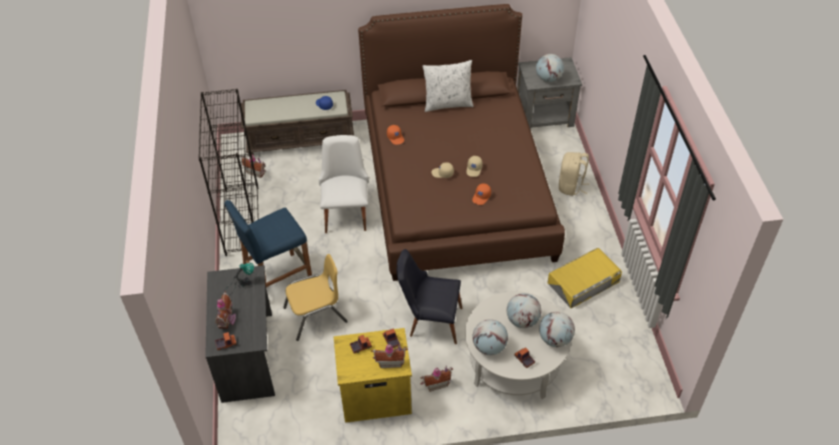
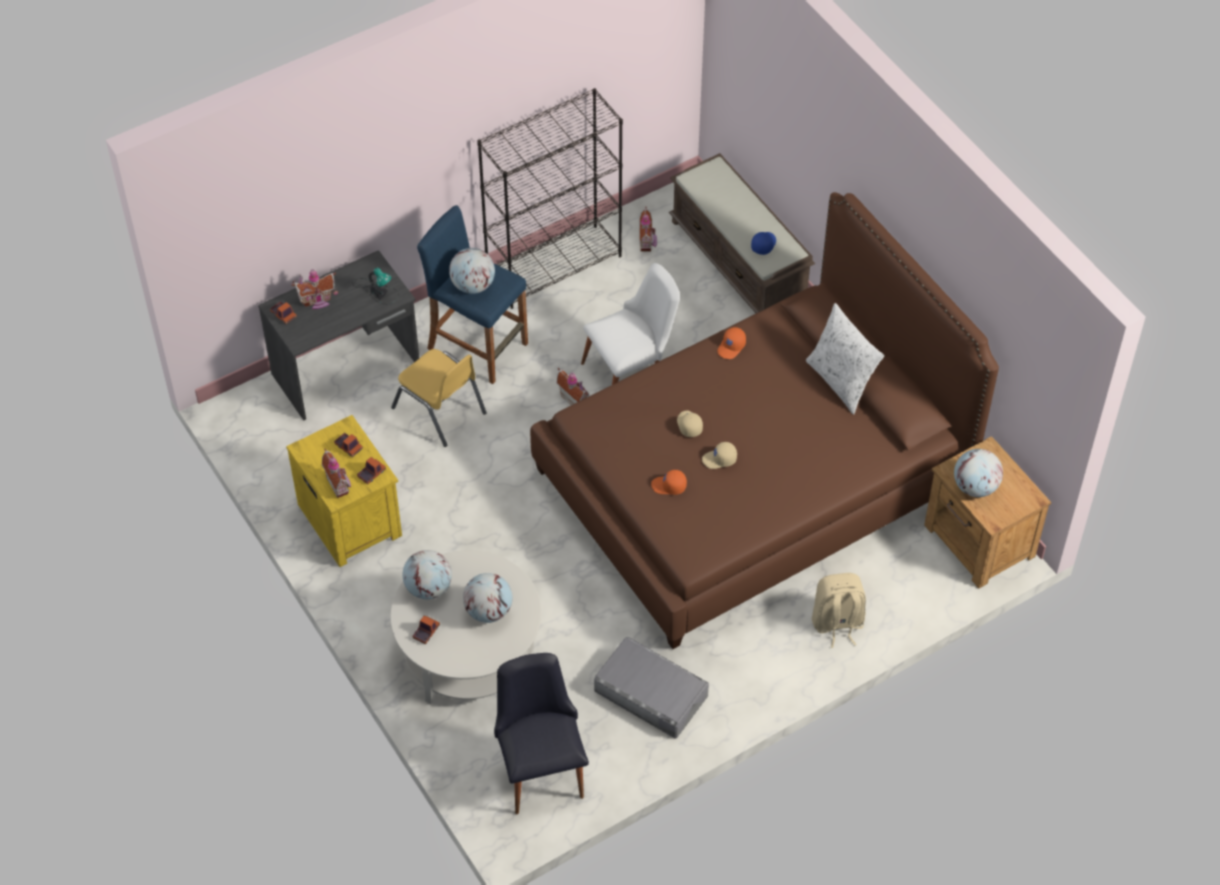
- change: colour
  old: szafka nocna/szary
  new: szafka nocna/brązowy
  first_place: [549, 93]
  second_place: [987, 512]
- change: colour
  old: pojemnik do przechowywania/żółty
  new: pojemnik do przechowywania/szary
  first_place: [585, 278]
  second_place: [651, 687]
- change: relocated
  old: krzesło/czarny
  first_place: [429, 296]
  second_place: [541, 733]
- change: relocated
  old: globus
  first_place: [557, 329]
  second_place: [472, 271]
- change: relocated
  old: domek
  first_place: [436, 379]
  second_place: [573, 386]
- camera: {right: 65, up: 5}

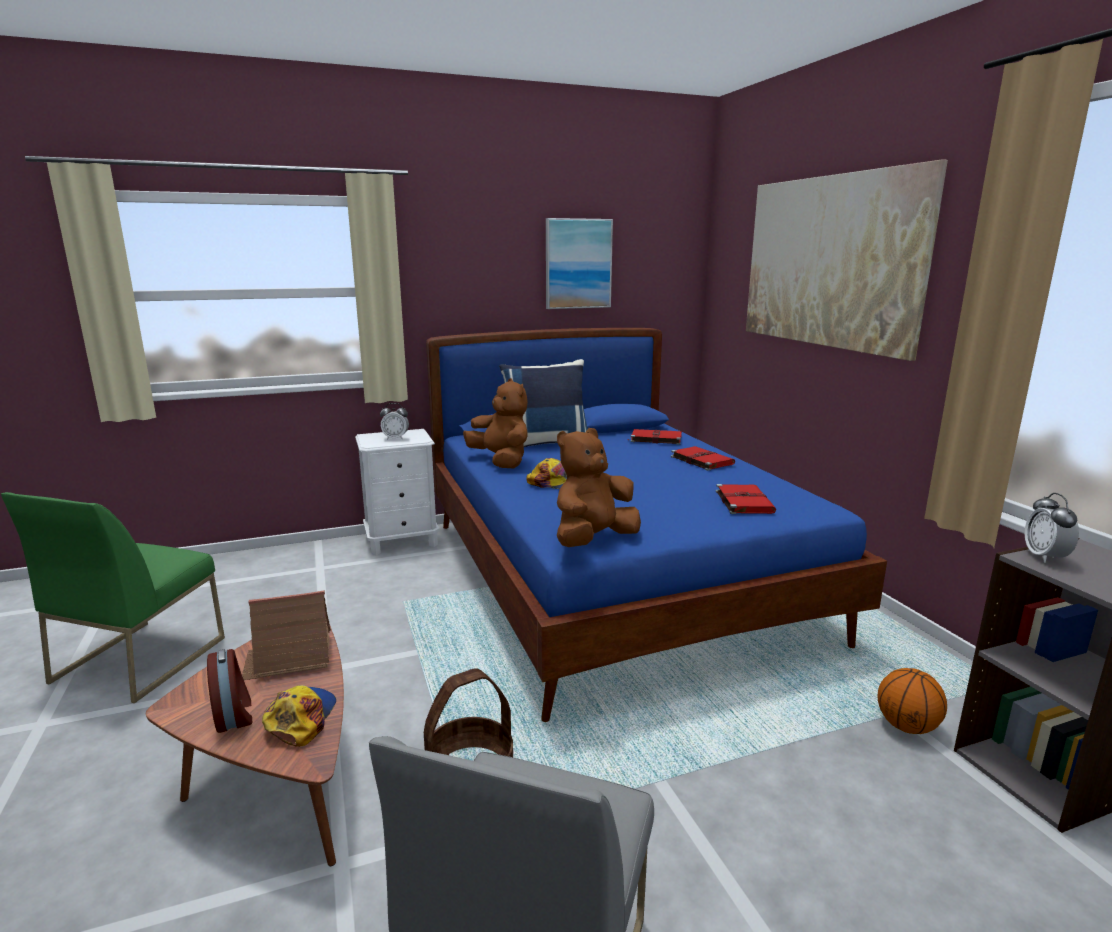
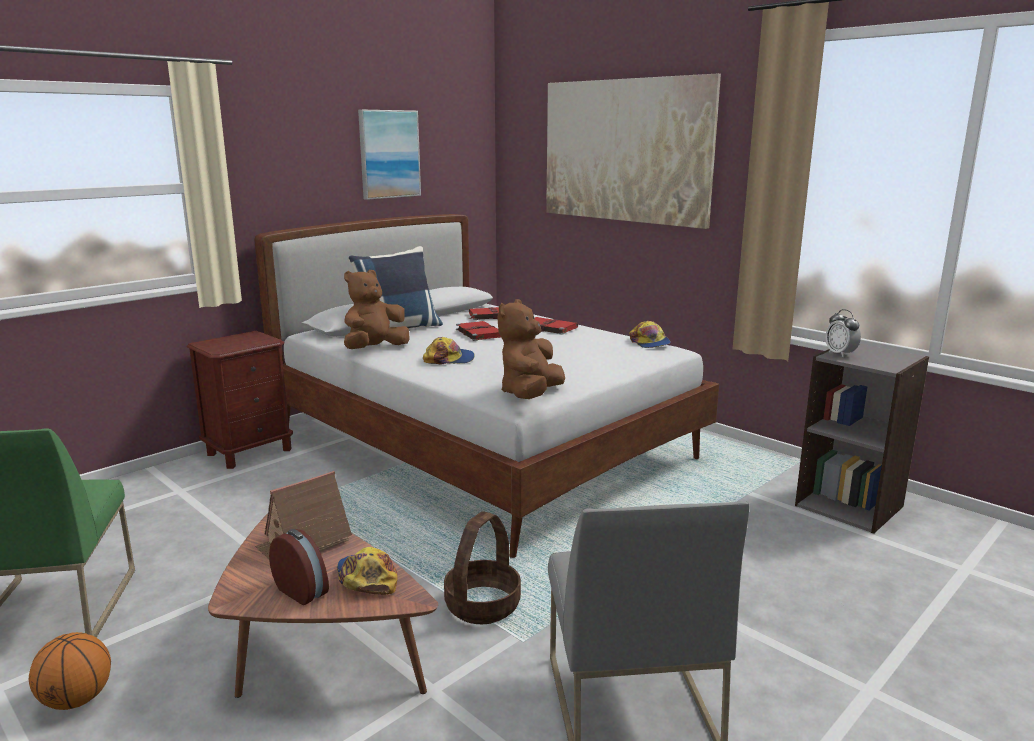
- change: colour
  old: łóżko/niebieski
  new: łóżko/biały
  first_place: [656, 525]
  second_place: [486, 386]
- change: spun
  old: pluszak/brązowy
  first_place: [495, 423]
  second_place: [377, 309]
  degrees: -75
- change: missing
  old: budzik
  first_place: [394, 421]
- change: colour
  old: szafka nocna/biały
  new: szafka nocna/brązowy
  first_place: [397, 492]
  second_place: [240, 400]
- change: relocated
  old: książka/czerwony
  first_place: [745, 499]
  second_place: [478, 331]
- change: relocated
  old: piłka do koszykówki
  first_place: [912, 701]
  second_place: [70, 671]
- change: appeared
  new: czapka z daszkiem
  second_place: [650, 334]
- camera: {right: -25, up: 0}

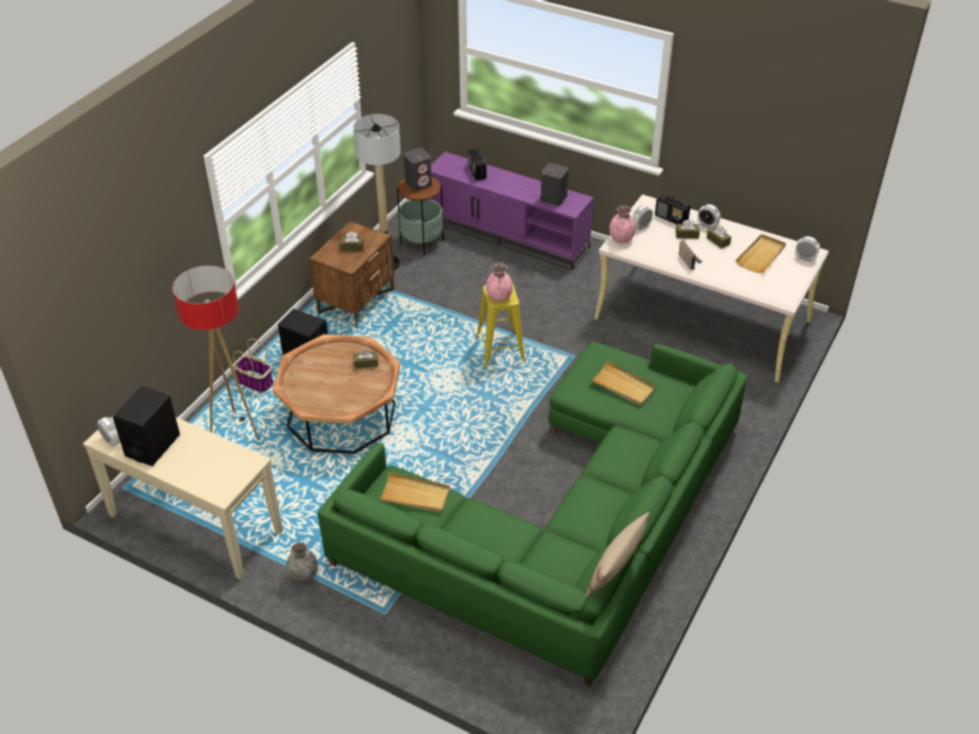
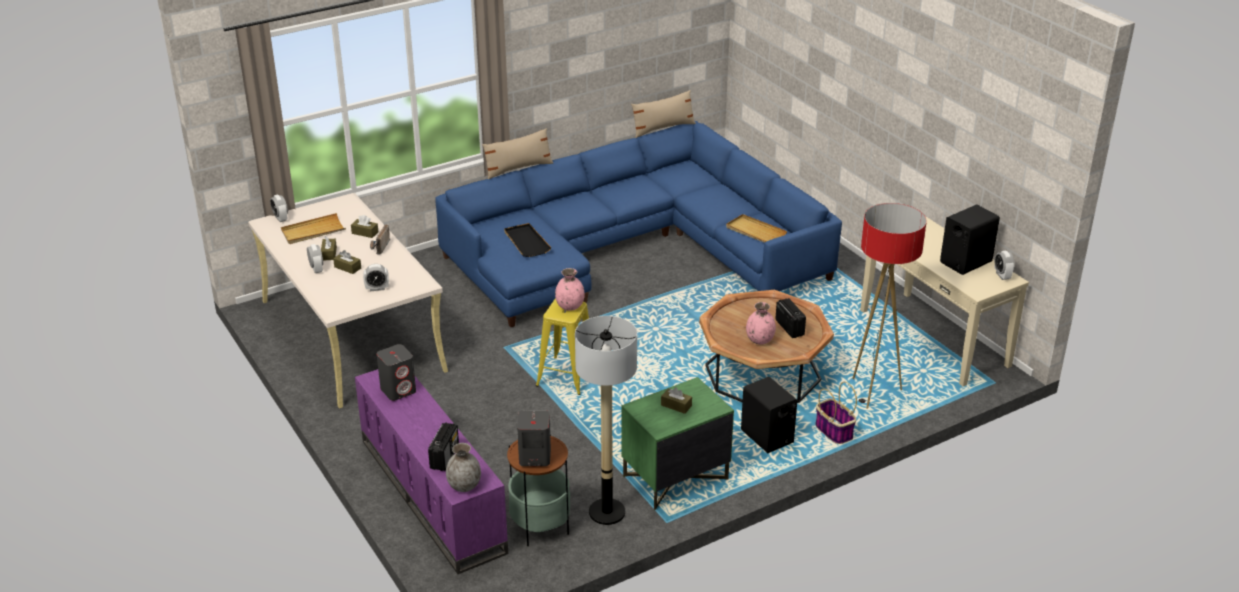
- change: relocated
  old: radio
  first_place: [673, 209]
  second_place: [790, 318]
- change: relocated
  old: wazon/różowy
  first_place: [622, 224]
  second_place: [761, 323]
- change: colour
  old: szafka nocna/brązowy
  new: szafka nocna/zielony
  first_place: [352, 274]
  second_place: [677, 443]
- change: colour
  old: kanapa/zielony
  new: kanapa/niebieski
  first_place: [532, 513]
  second_place: [638, 224]
- change: relocated
  old: pudełko chusteczek/brązowy
  first_place: [365, 359]
  second_place: [364, 226]
- change: colour
  old: taca/beżowy
  new: taca/czarny
  first_place: [623, 383]
  second_place: [527, 240]
- change: relocated
  old: wazon/szary
  first_place: [302, 562]
  second_place: [463, 467]
- change: appeared
  new: poduszka/beżowy
  second_place: [517, 154]
- camera: {right: -150, up: -10}

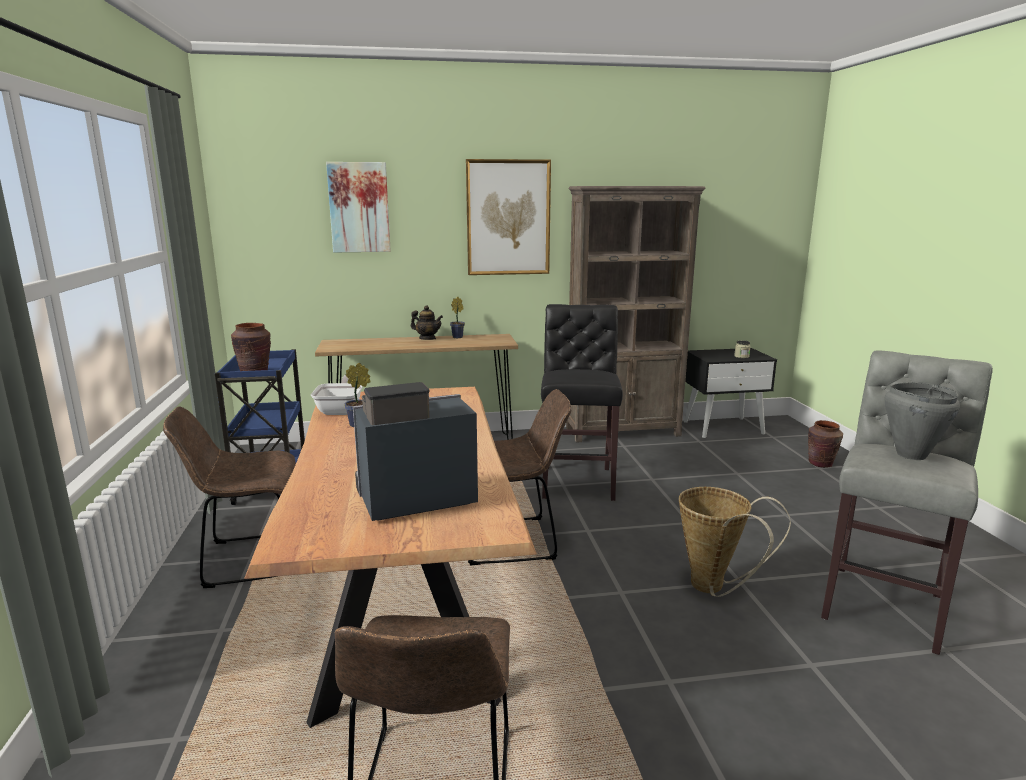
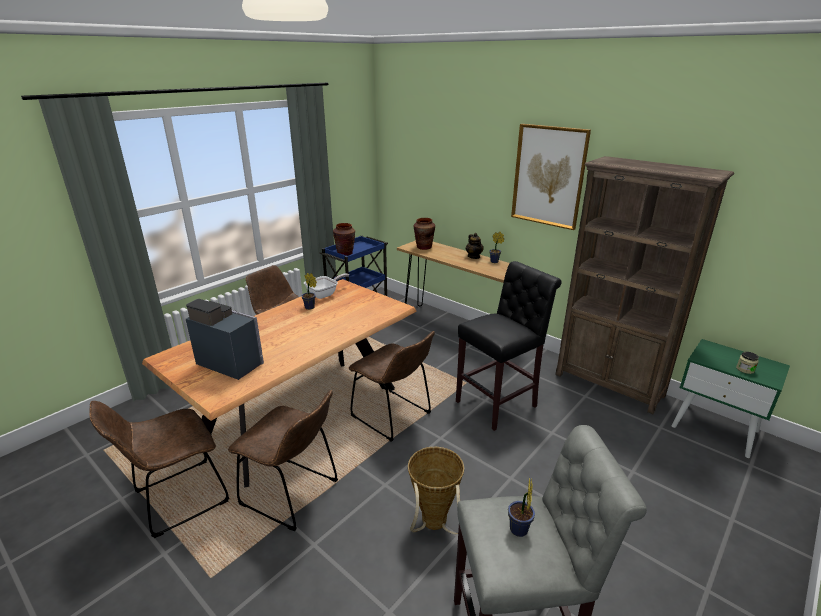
- change: missing
  old: obraz
  first_place: [358, 207]
- change: colour
  old: szafka nocna/czarny
  new: szafka nocna/zielony
  first_place: [730, 393]
  second_place: [731, 398]
- change: exchanged
  old: garnek/szary
  new: roślina doniczkowa
  first_place: [922, 421]
  second_place: [521, 507]
- change: relocated
  old: wazon/brązowy
  first_place: [825, 444]
  second_place: [424, 234]
- change: appeared
  new: krzesło/brązowy
  second_place: [283, 460]
- camera: {right: 50, up: 10}

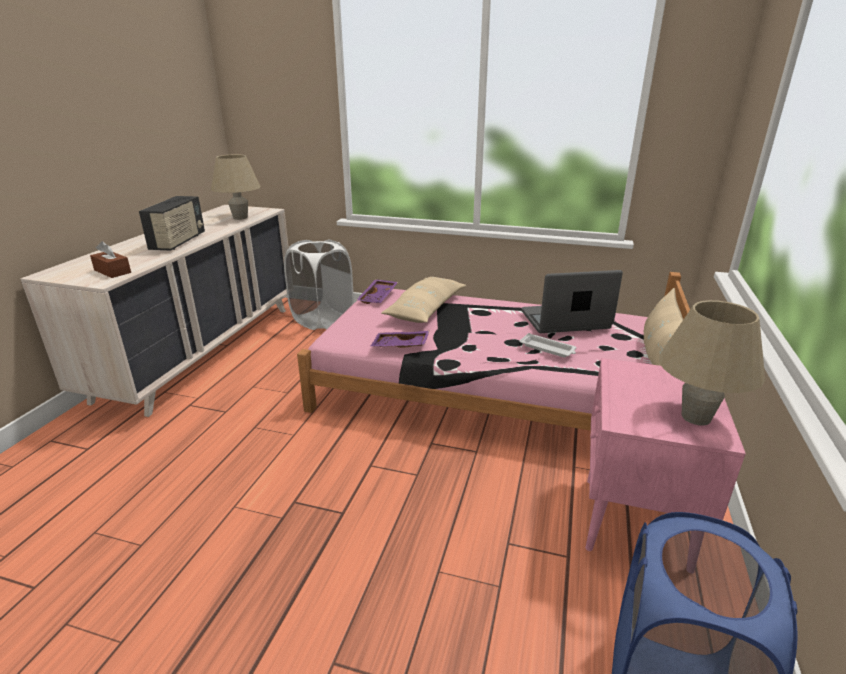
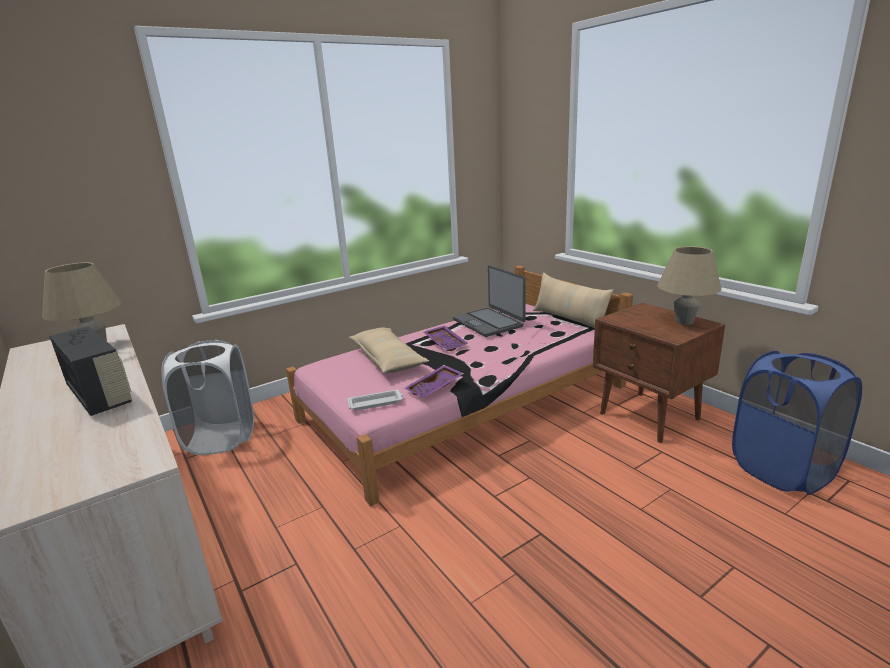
- change: missing
  old: pudełko chusteczek/brązowy
  first_place: [110, 259]
- change: spun
  old: laptop
  first_place: [572, 301]
  second_place: [489, 301]
  degrees: -60
- change: relocated
  old: taca/fioletowy
  first_place: [377, 291]
  second_place: [446, 338]
- change: relocated
  old: taca/biały
  first_place: [548, 345]
  second_place: [375, 399]
- change: colour
  old: szafka nocna/różowy
  new: szafka nocna/brązowy
  first_place: [665, 454]
  second_place: [659, 373]
- camera: {right: -50, up: -5}

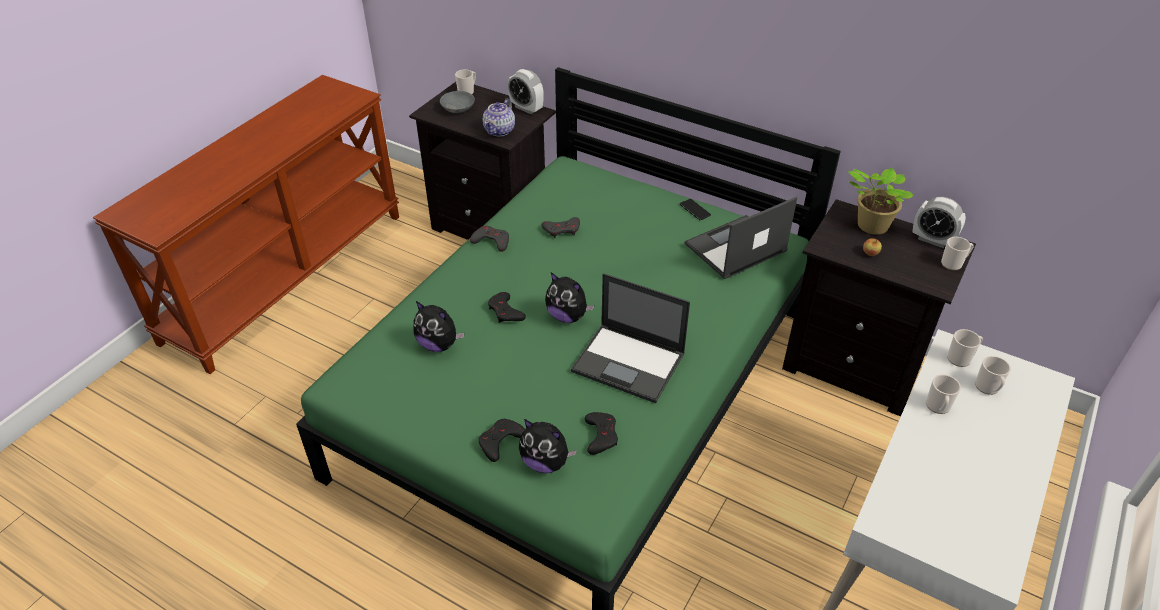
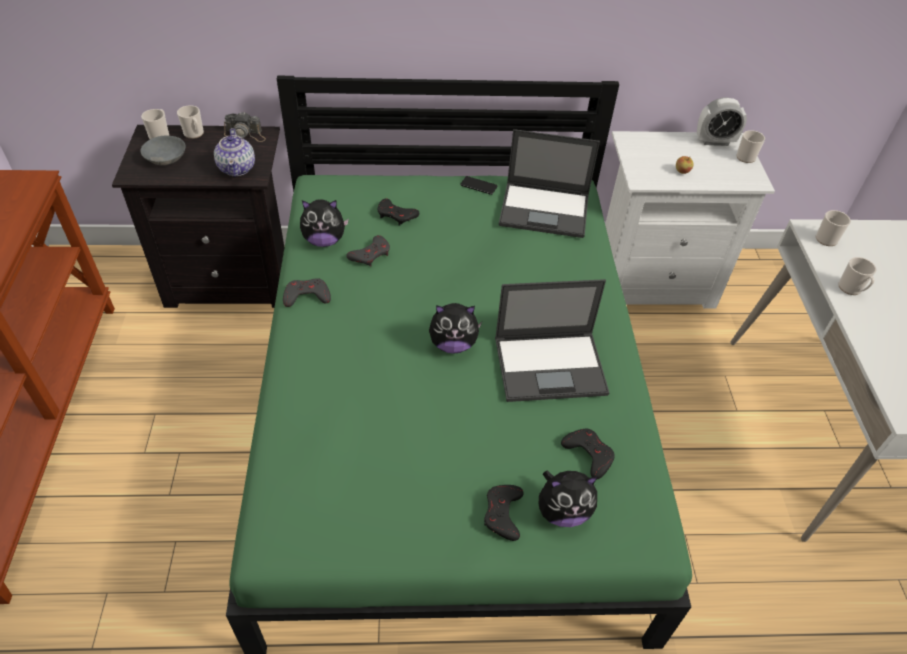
- change: exchanged
  old: budzik
  new: aparat fotograficzny
  first_place: [526, 91]
  second_place: [245, 127]
- change: missing
  old: roślina doniczkowa
  first_place: [880, 201]
- change: spun
  old: laptop
  first_place: [740, 238]
  second_place: [549, 183]
  degrees: -105
- change: colour
  old: szafka nocna/czarny
  new: szafka nocna/biały
  first_place: [879, 307]
  second_place: [690, 220]
- change: relocated
  old: pad do gier/czarny
  first_place: [507, 307]
  second_place: [398, 212]
- change: relocated
  old: pluszak
  first_place: [438, 326]
  second_place: [324, 223]
- change: relocated
  old: kubek
  first_place: [993, 375]
  second_place: [190, 122]
- camera: {right: -35, up: 5}

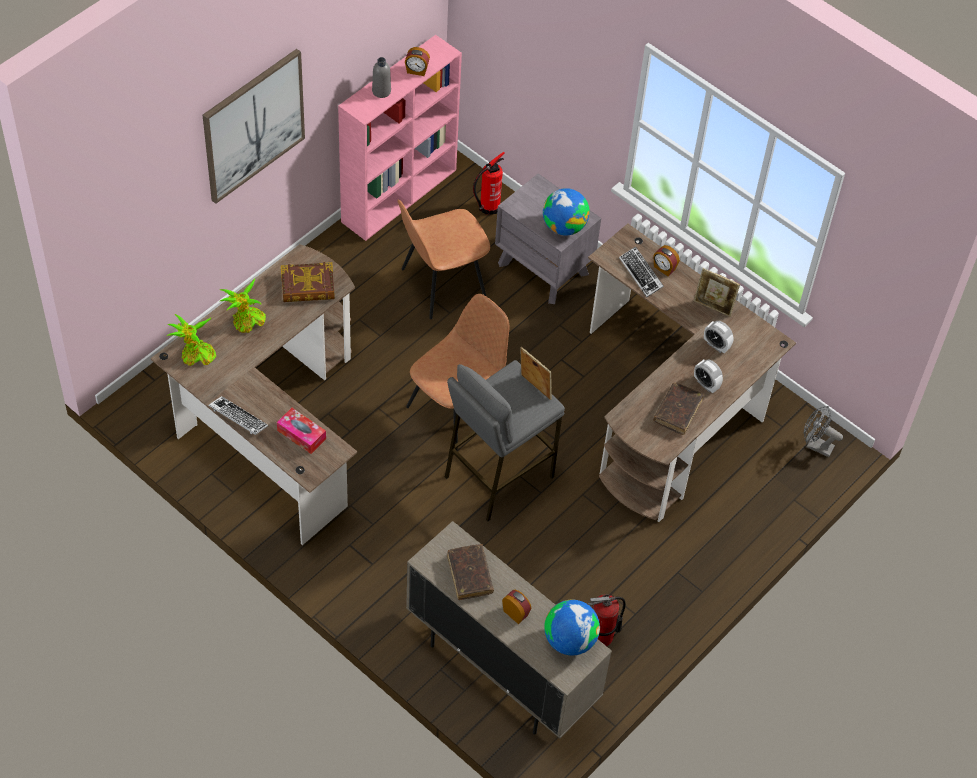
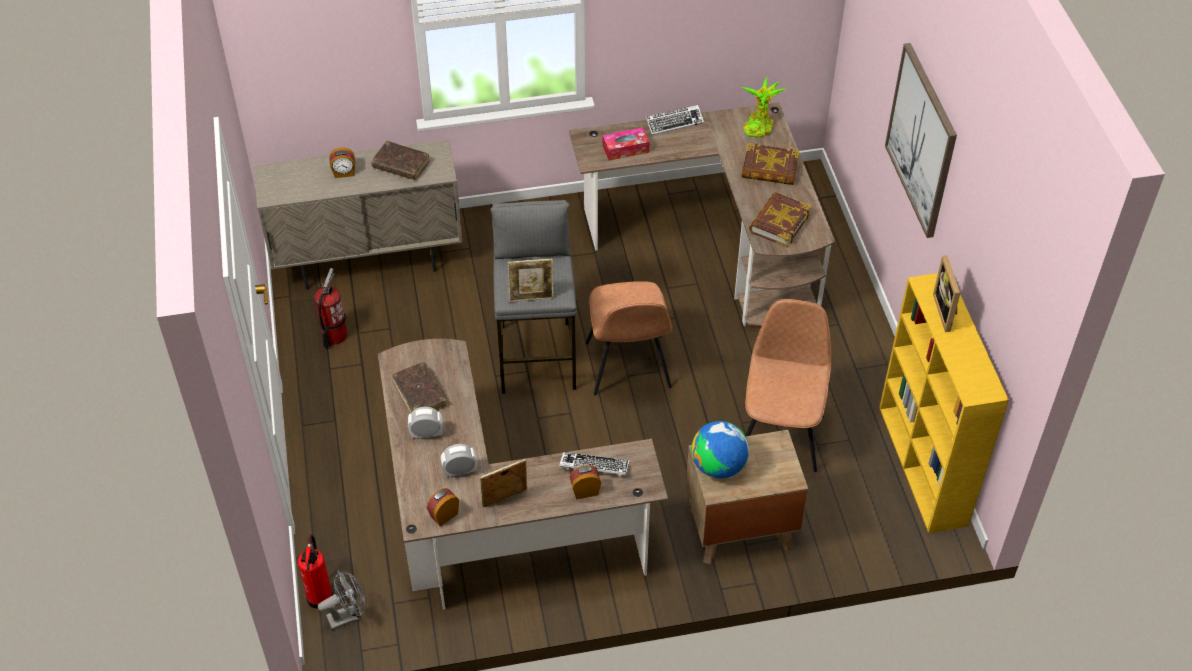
- change: colour
  old: regał/różowy
  new: regał/żółty
  first_place: [400, 138]
  second_place: [944, 403]
- change: relocated
  old: budzik
  first_place: [417, 61]
  second_place: [443, 507]
- change: exchanged
  old: butelka/szary
  new: ramka na zdjęcie
  first_place: [381, 77]
  second_place: [946, 293]
- change: relocated
  old: gaśnica
  first_place: [489, 183]
  second_place: [315, 571]
- change: colour
  old: szafka nocna/szary
  new: szafka nocna/brązowy
  first_place: [548, 238]
  second_place: [747, 497]
- change: exchanged
  old: roślina doniczkowa
  new: książka
  first_place: [243, 305]
  second_place: [771, 164]
- change: missing
  old: globus
  first_place: [572, 627]
- camera: {right: 130, up: -5}

